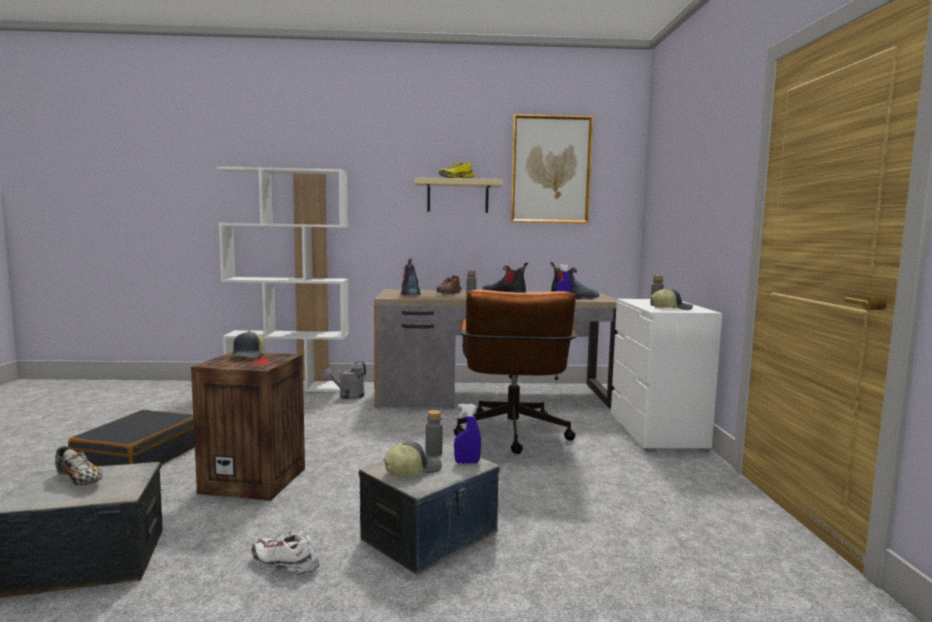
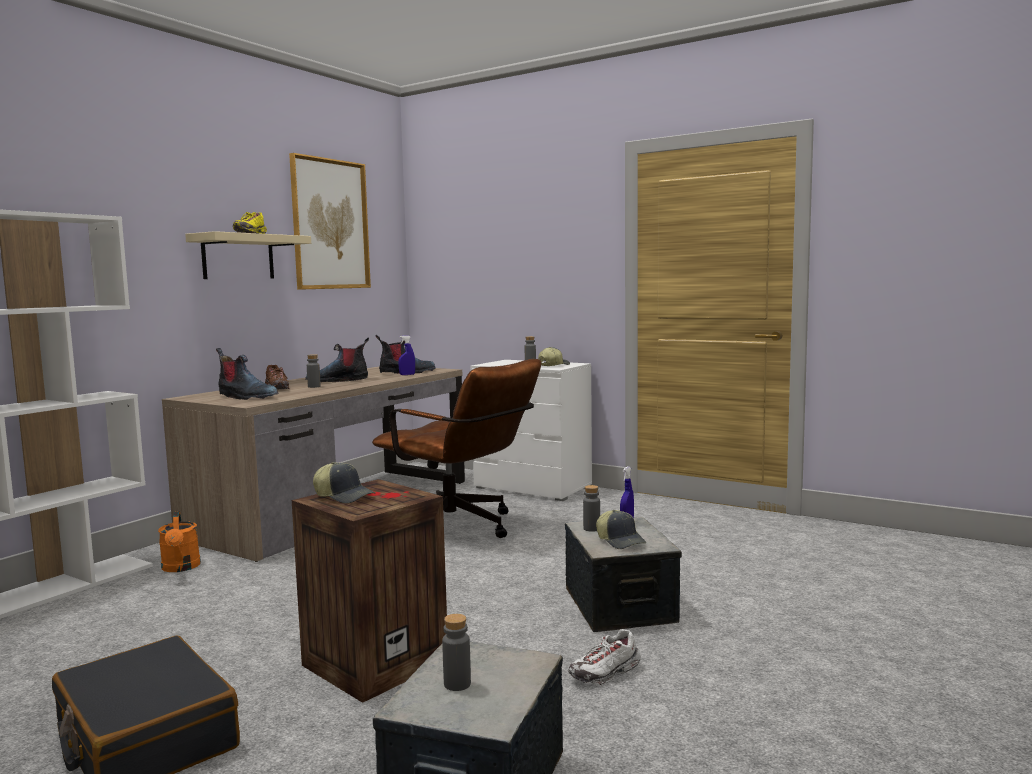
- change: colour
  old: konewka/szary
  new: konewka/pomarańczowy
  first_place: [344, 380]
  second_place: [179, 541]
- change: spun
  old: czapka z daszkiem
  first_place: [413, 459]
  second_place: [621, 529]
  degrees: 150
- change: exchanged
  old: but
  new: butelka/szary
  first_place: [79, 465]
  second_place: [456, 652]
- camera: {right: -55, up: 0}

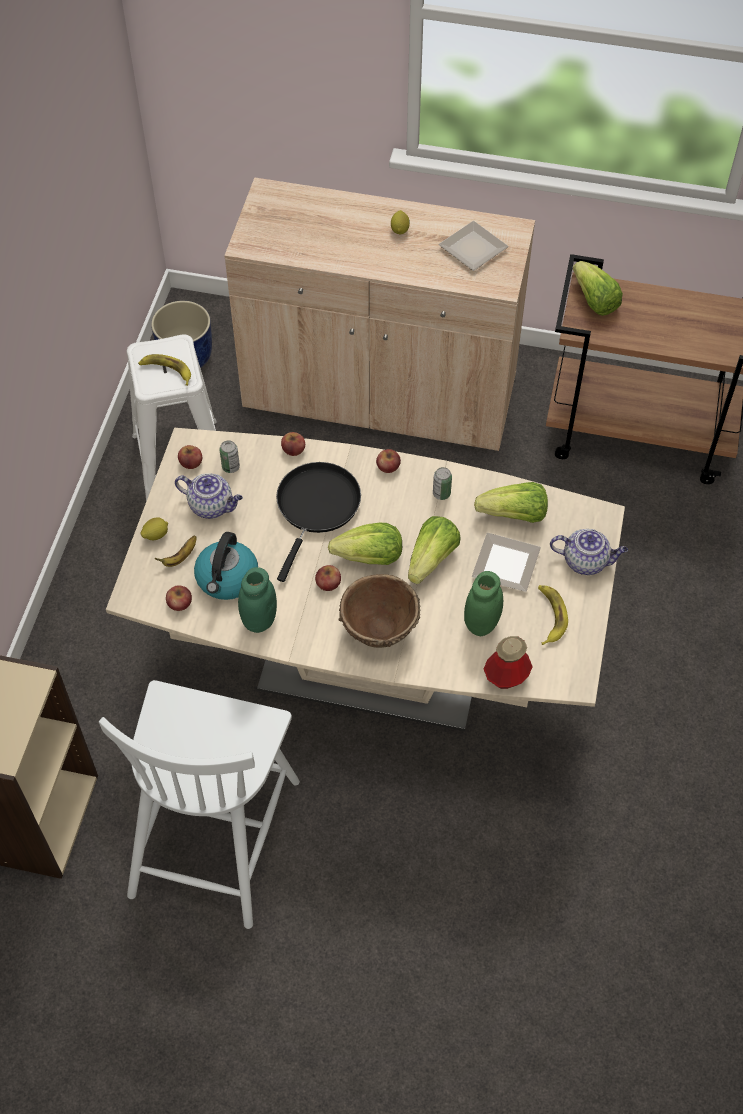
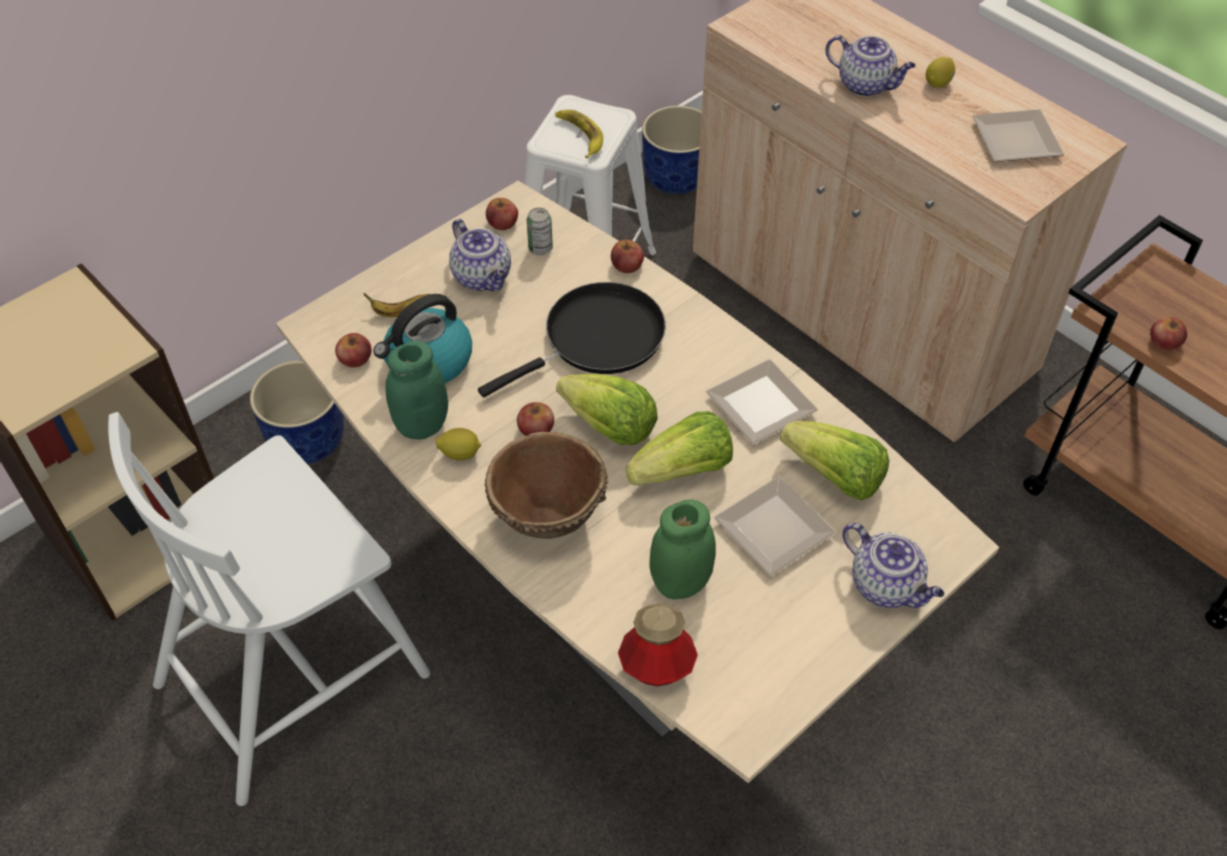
- change: missing
  old: sałata
  first_place: [598, 288]
- change: relocated
  old: jabłko
  first_place: [388, 461]
  second_place: [1168, 333]
- change: exchanged
  old: puszka
  new: talerz
  first_place: [442, 483]
  second_place: [762, 401]
- change: relocated
  old: cytryna
  first_place: [154, 528]
  second_place: [458, 444]
- change: missing
  old: banan
  first_place: [553, 615]
- change: appeared
  new: imbryk
  second_place: [871, 66]
- change: appeared
  new: donica/niebieski
  second_place: [297, 412]
- camera: {right: 35, up: -5}

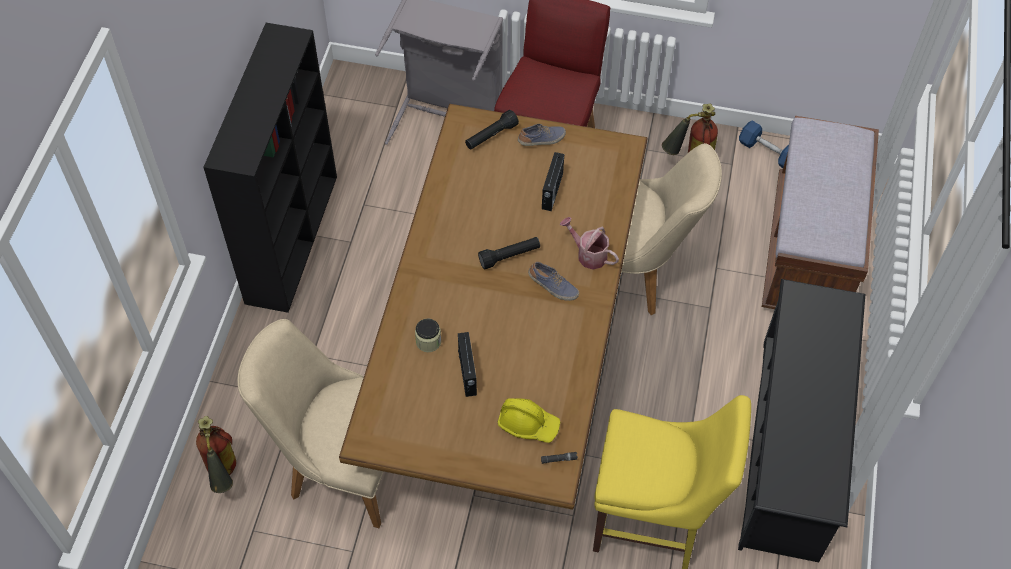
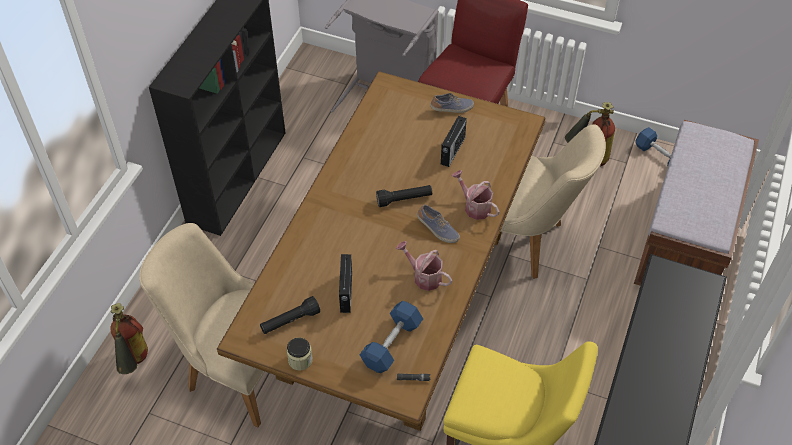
- change: relocated
  old: latarka/czarny
  first_place: [492, 129]
  second_place: [290, 315]
- change: relocated
  old: słoik
  first_place: [428, 335]
  second_place: [299, 354]
- change: exchanged
  old: kask/żółty
  new: hantel/niebieski
  first_place: [529, 420]
  second_place: [391, 337]
- change: appeared
  new: konewka
  second_place: [424, 266]
- camera: {right: 10, up: -5}

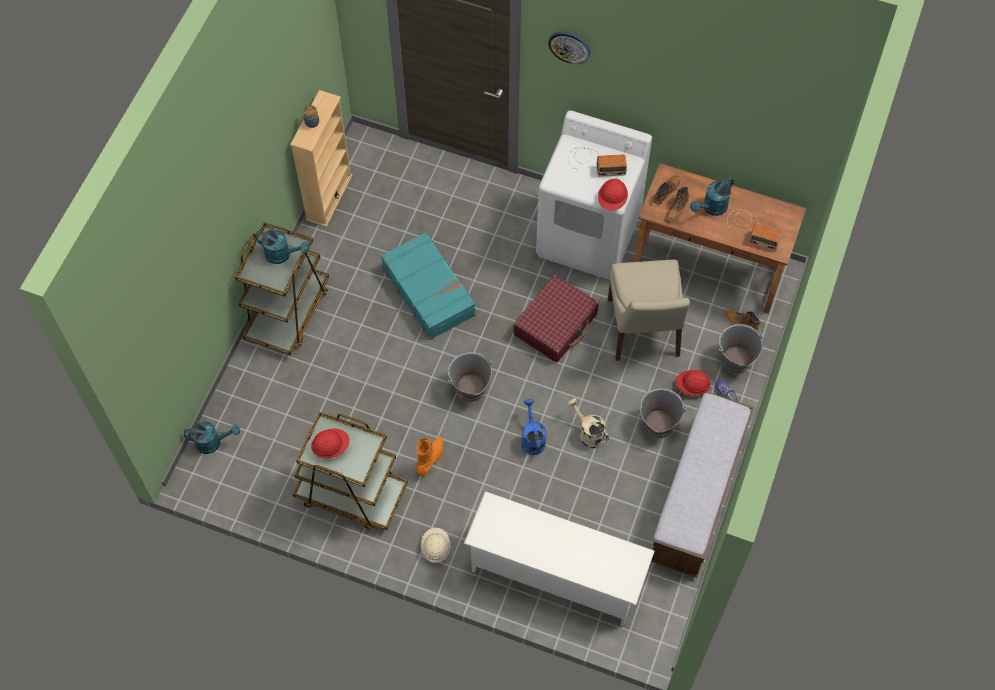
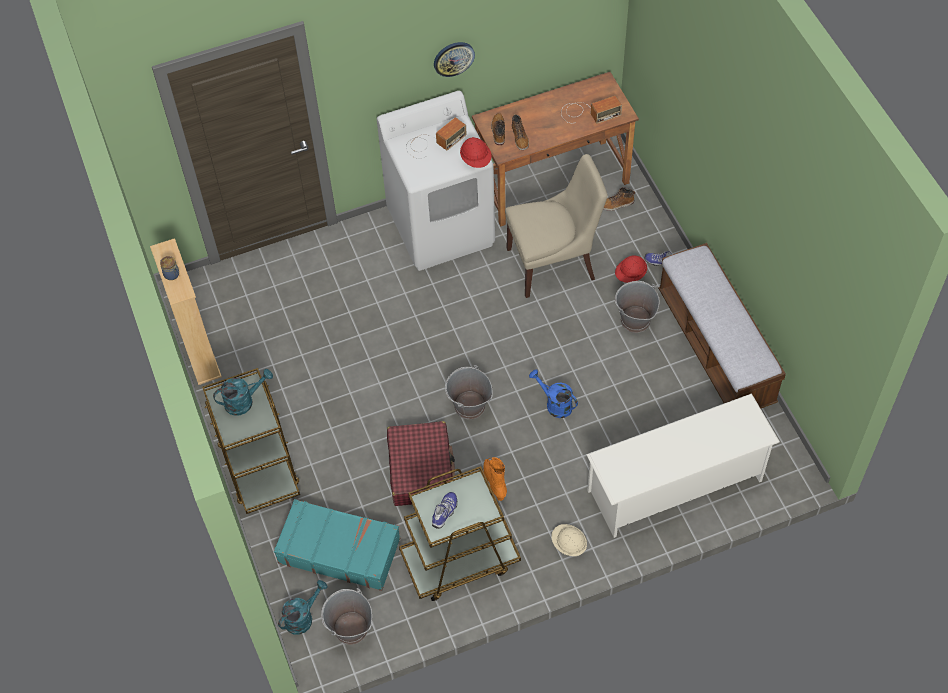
- change: relocated
  old: zegar ścienny
  first_place: [569, 47]
  second_place: [454, 59]
- change: missing
  old: konewka/turkusowy
  first_place: [712, 197]
- change: relocated
  old: walizka/turkusowy
  first_place: [428, 286]
  second_place: [337, 545]
- change: spun
  old: krzesło/beżowy
  first_place: [649, 310]
  second_place: [556, 226]
  degrees: -60
- change: relocated
  old: walizka/czerwony
  first_place: [556, 318]
  second_place: [421, 463]
- change: relocated
  old: wiadro/szary
  first_place: [741, 349]
  second_place: [346, 616]
- change: missing
  old: konewka/beżowy
  first_place: [588, 423]
- change: exchanged
  old: kask/czerwony
  new: but
  first_place: [330, 443]
  second_place: [444, 510]
- camera: {right: -40, up: -5}

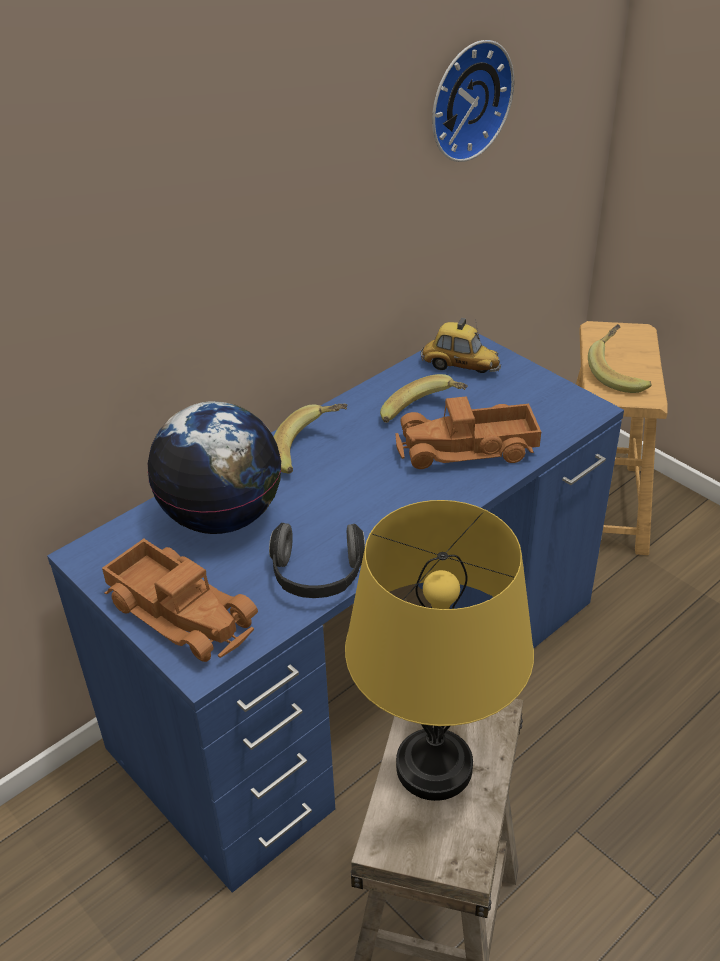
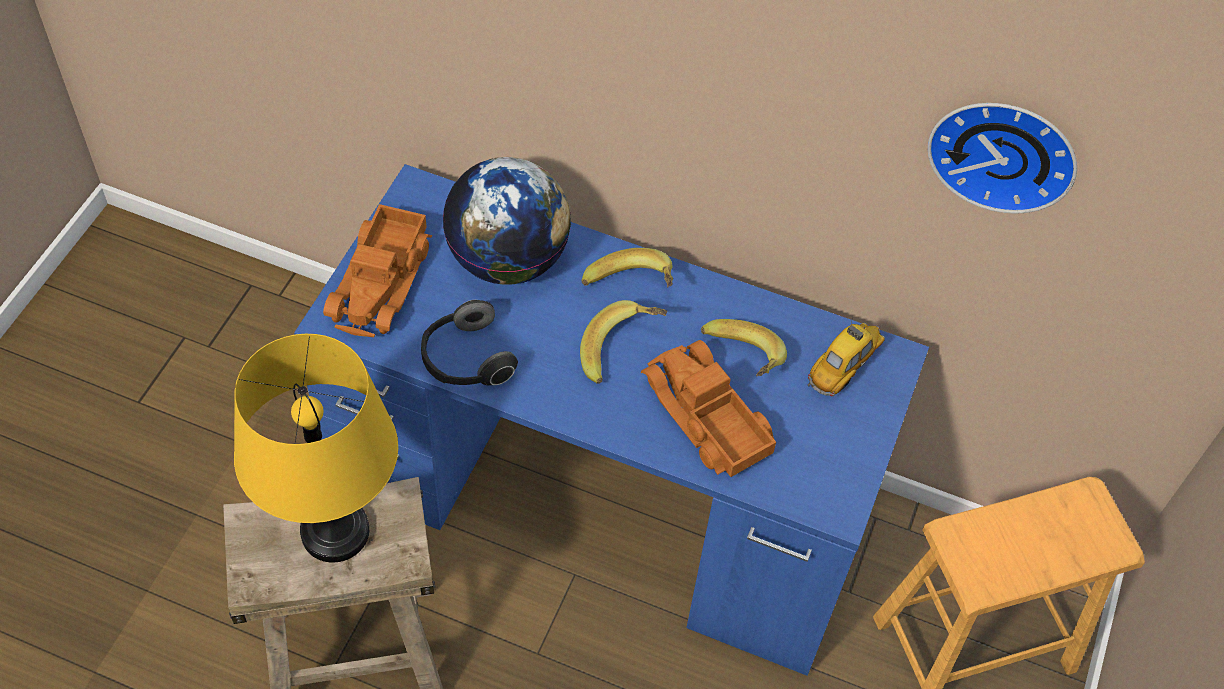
- change: spun
  old: samochodzik
  first_place: [461, 345]
  second_place: [846, 356]
  degrees: -135
- change: relocated
  old: banan
  first_place: [619, 358]
  second_place: [623, 342]
- camera: {right: 60, up: 15}

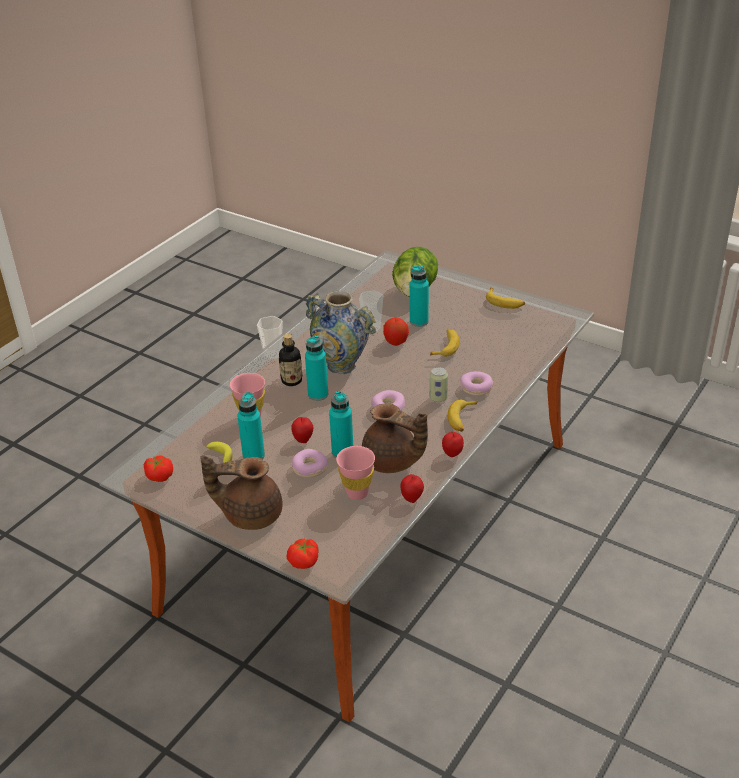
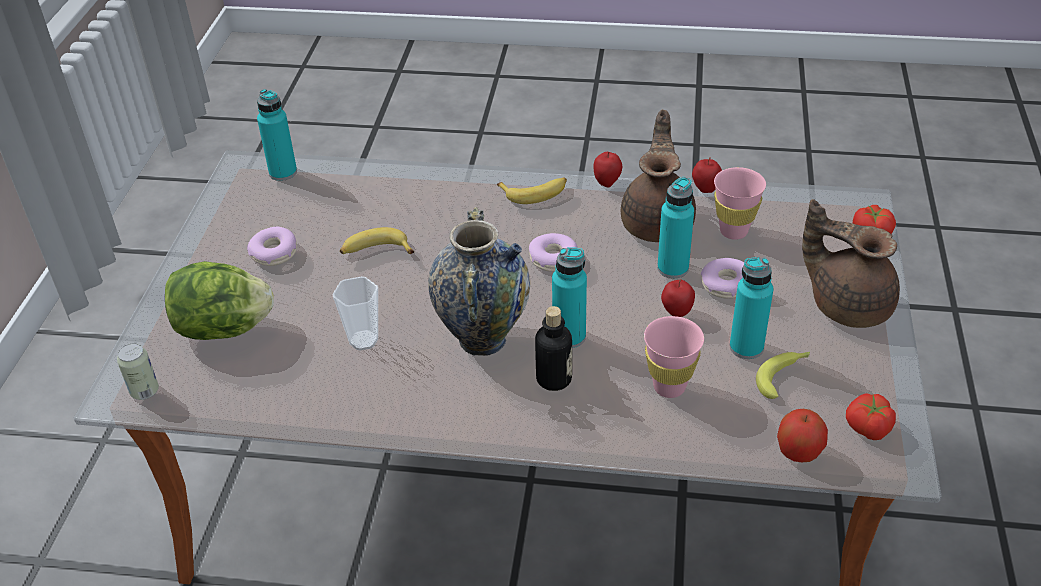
- change: relocated
  old: butelka/turkusowy
  first_place: [419, 296]
  second_place: [277, 135]
- change: missing
  old: banan
  first_place: [505, 298]
- change: missing
  old: filiżanka
  first_place: [270, 338]
- change: relocated
  old: jabłko
  first_place: [396, 331]
  second_place: [802, 435]
- change: relocated
  old: puszka
  first_place: [439, 384]
  second_place: [138, 371]
- change: relocated
  old: donut
  first_place: [476, 383]
  second_place: [272, 246]
- change: spun
  old: imbryk/brązowy
  first_place: [241, 492]
  second_place: [851, 263]
  degrees: 150
- camera: {right: -115, up: 5}

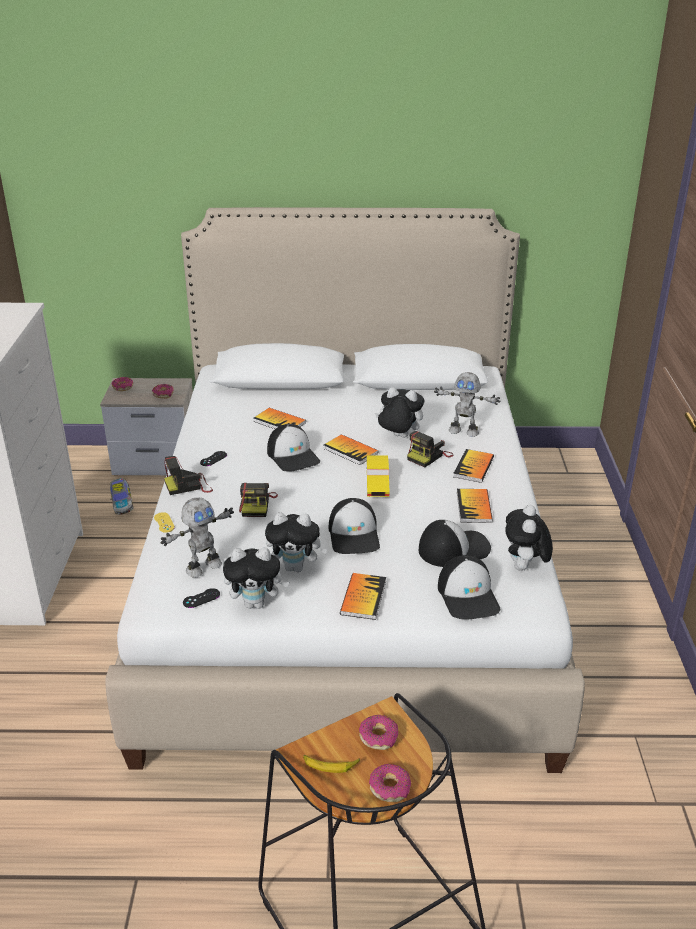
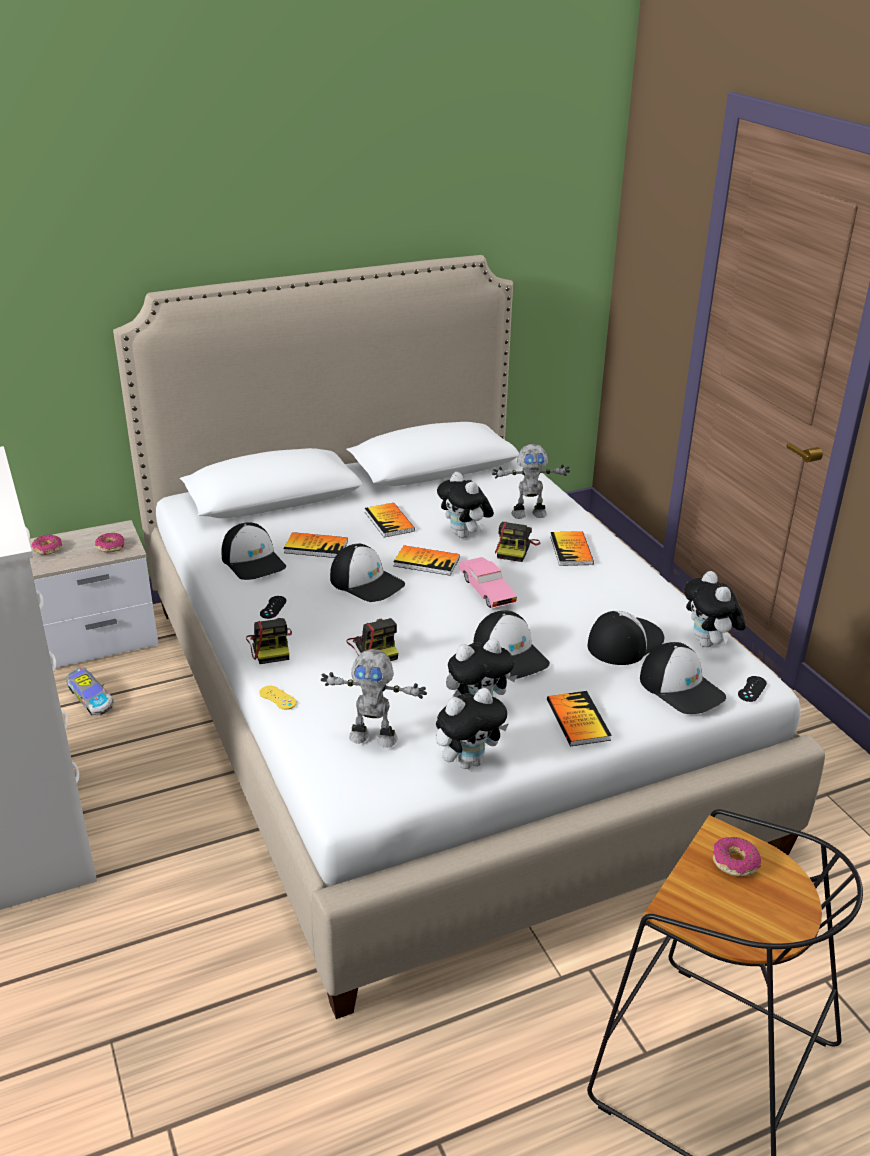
- change: spun
  old: pluszak
  first_place: [399, 412]
  second_place: [465, 505]
  degrees: -120
- change: spun
  old: aparat fotograficzny
  first_place: [188, 475]
  second_place: [269, 641]
  degrees: -60
- change: colour
  old: samochodzik/żółty
  new: samochodzik/różowy
  first_place: [378, 476]
  second_place: [488, 582]
- change: relocated
  old: książka
  first_place: [475, 506]
  second_place: [390, 520]
- change: spun
  old: robot zabawkowy
  first_place: [197, 538]
  second_place: [374, 698]
  degrees: 75
- change: relocated
  old: pad do gier/czarny
  first_place: [201, 598]
  second_place: [752, 689]
- change: missing
  old: banan
  first_place: [331, 764]
- change: missing
  old: donut
  first_place: [390, 783]
- change: appeared
  new: czapka z daszkiem
  second_place: [253, 551]
- camera: {right: -25, up: 0}

